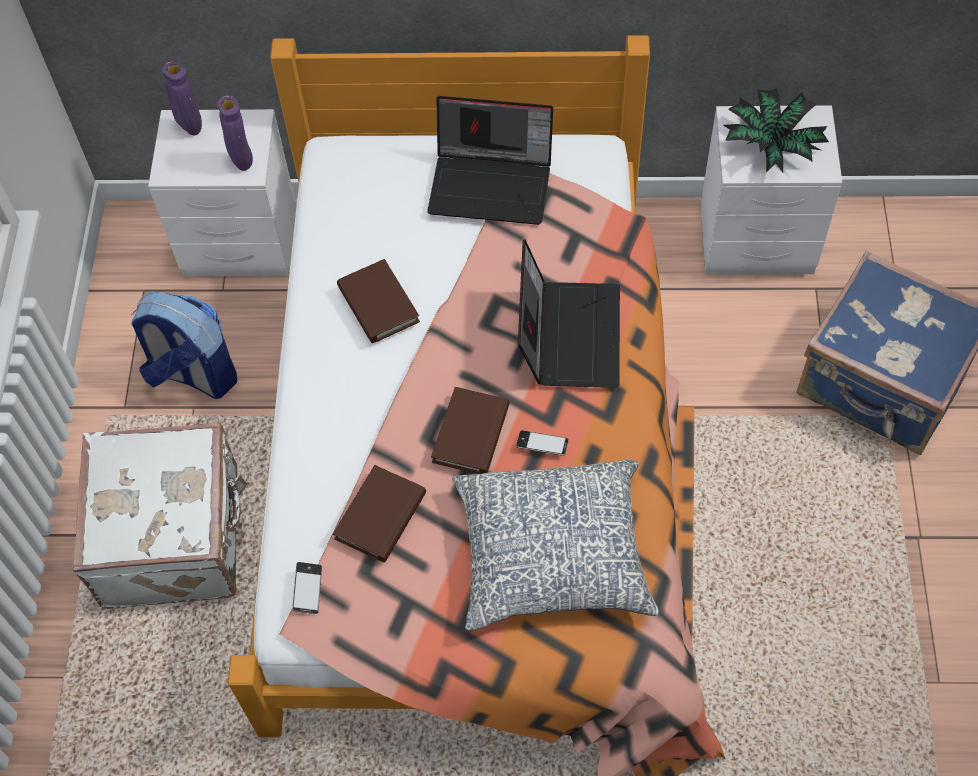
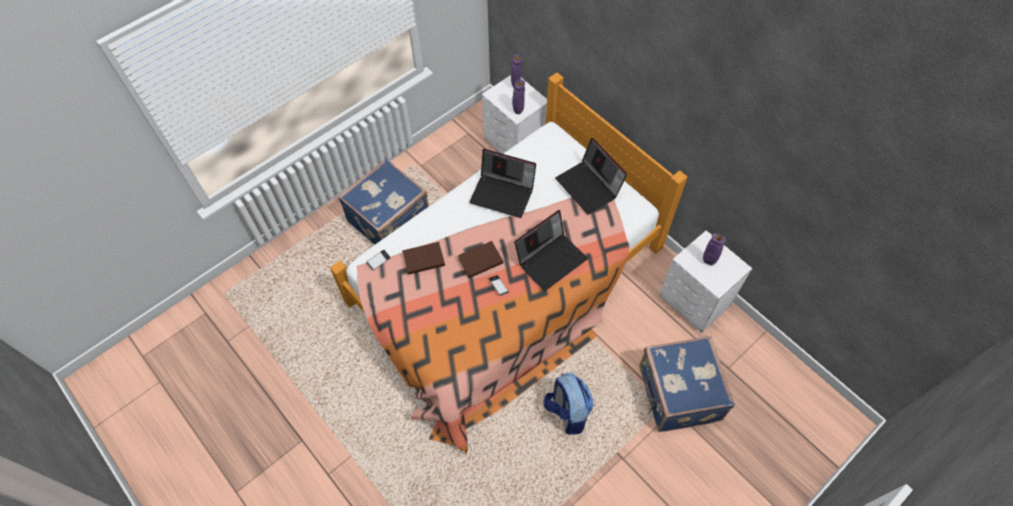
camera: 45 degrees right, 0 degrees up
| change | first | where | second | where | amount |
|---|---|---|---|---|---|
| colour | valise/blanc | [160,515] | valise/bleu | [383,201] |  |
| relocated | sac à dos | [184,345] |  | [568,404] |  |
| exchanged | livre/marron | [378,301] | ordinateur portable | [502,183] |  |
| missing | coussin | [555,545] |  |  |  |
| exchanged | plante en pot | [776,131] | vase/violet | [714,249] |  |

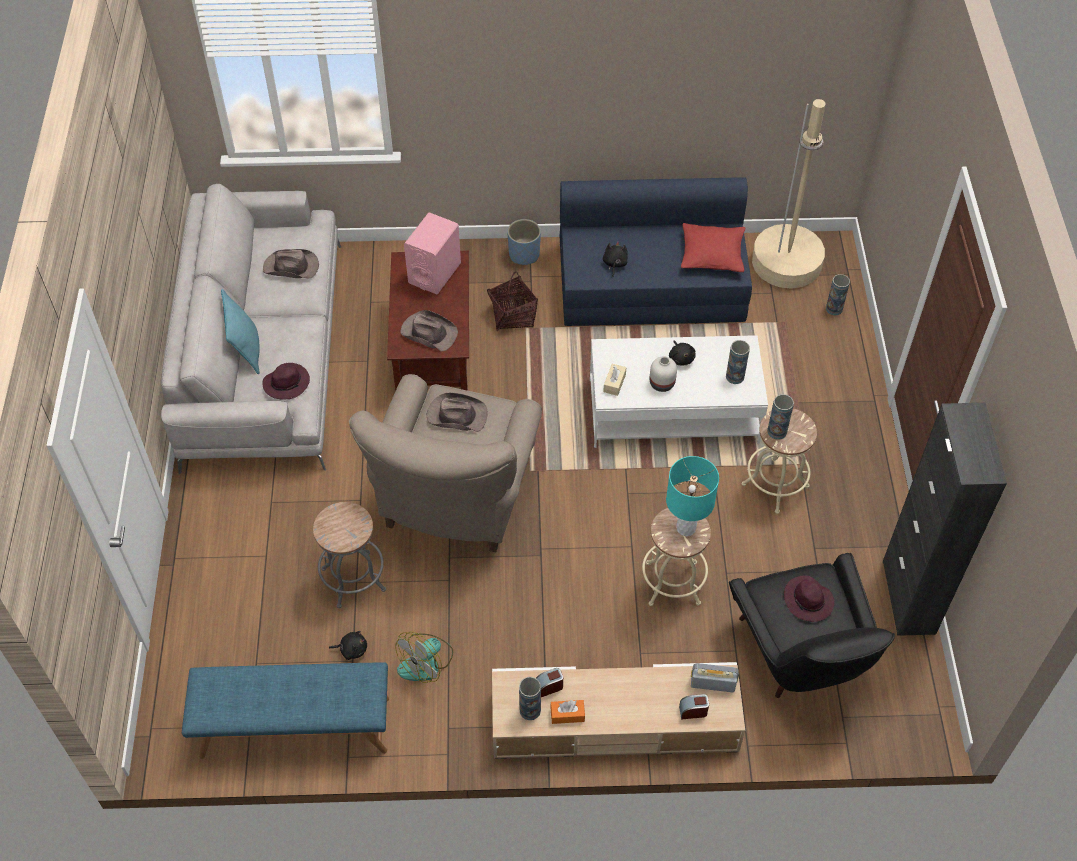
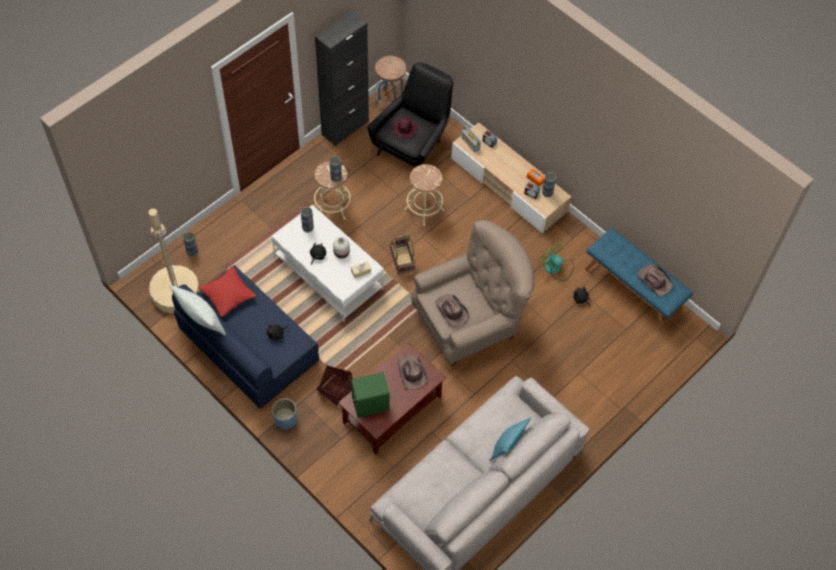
camera: 135 degrees left, 5 degrees up
| change | first | where | second | where | amount |
|---|---|---|---|---|---|
| missing | chapeau/violet | [286,381] |  |  |  |
| relocated | chapeau/marron | [291,264] |  | [655,280] |  |
| relocated | tabouret/gris | [349,555] |  | [389,82] |  |
| spun | ventilateur | [424,657] |  | [556,261] | 135 degrees counterclockwise |
| colour | enceinte/rose | [432,253] | enceinte/vert | [370,395] |  |
| missing | lampe de table/turquoise | [692,496] |  |  |  |
| appeared |  |  | coussin | [197,310] |  |
| appeared |  |  | panier | [403,255] |  |

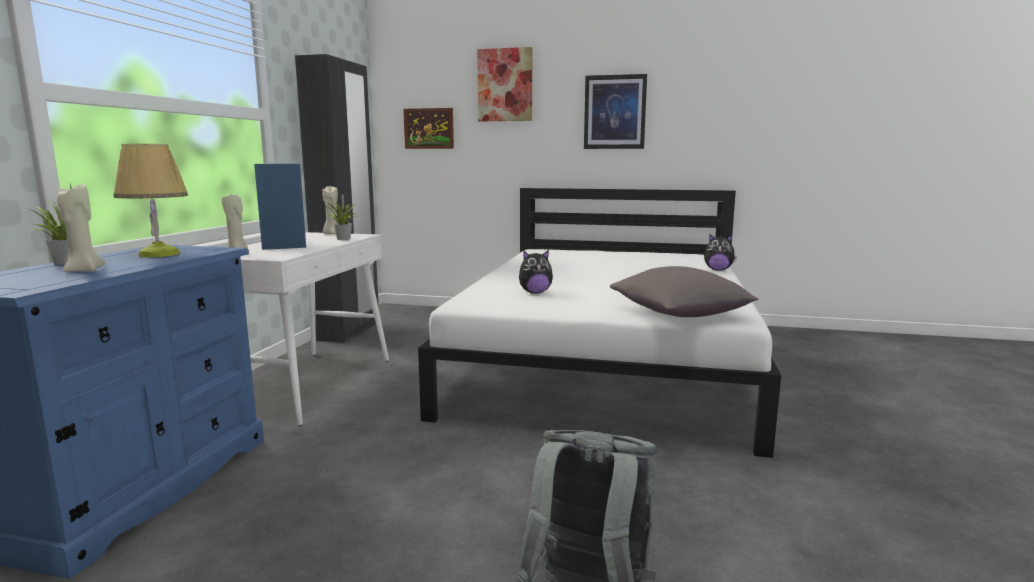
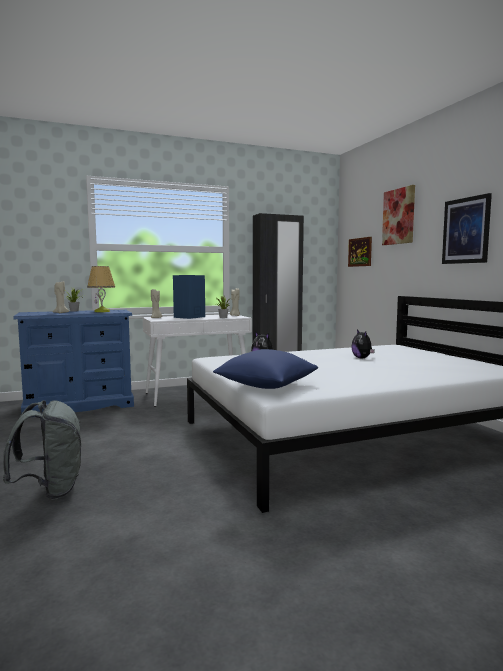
camera: 55 degrees right, 5 degrees down
| change | first | where | second | where | amount |
|---|---|---|---|---|---|
| colour | coussin/gris | [684,291] | coussin/bleu | [265,369] |  |
| relocated | peluche | [720,252] |  | [363,344] |  |

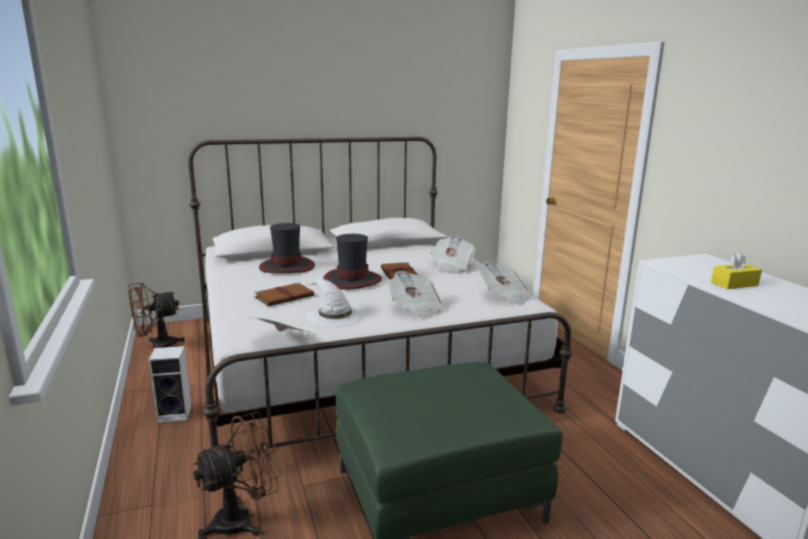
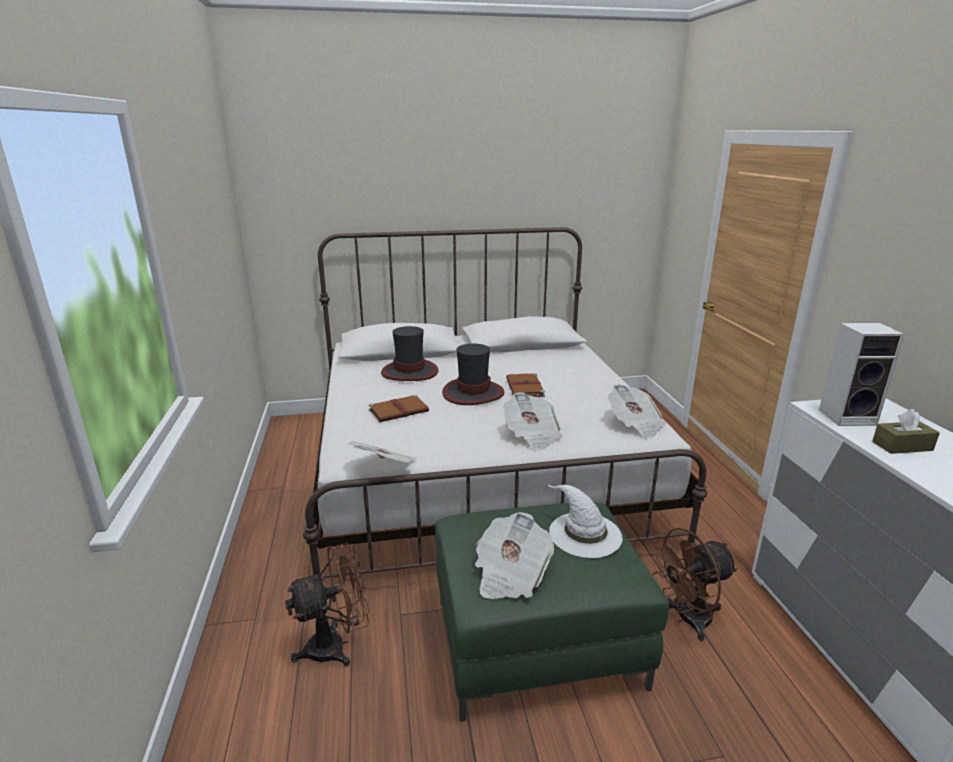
camera: 10 degrees right, 5 degrees up
| change | first | where | second | where | amount |
|---|---|---|---|---|---|
| relocated | ventilateur/marron | [156,315] |  | [693,584] |  |
| relocated | enceinte | [170,384] |  | [862,374] |  |
| relocated | chapeau/blanc | [335,303] |  | [584,521] |  |
| relocated | journal | [453,254] |  | [514,555] |  |
| colour | boîte à mouchoirs/jaune | [736,270] | boîte à mouchoirs/marron | [906,431] |  |

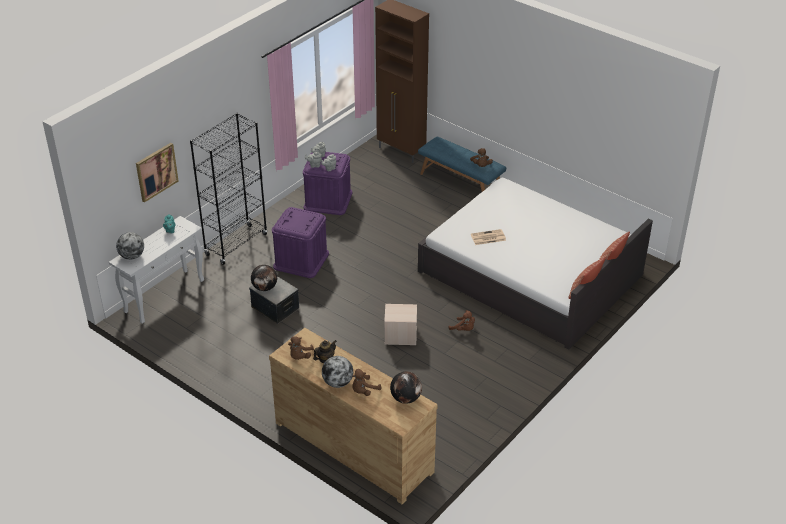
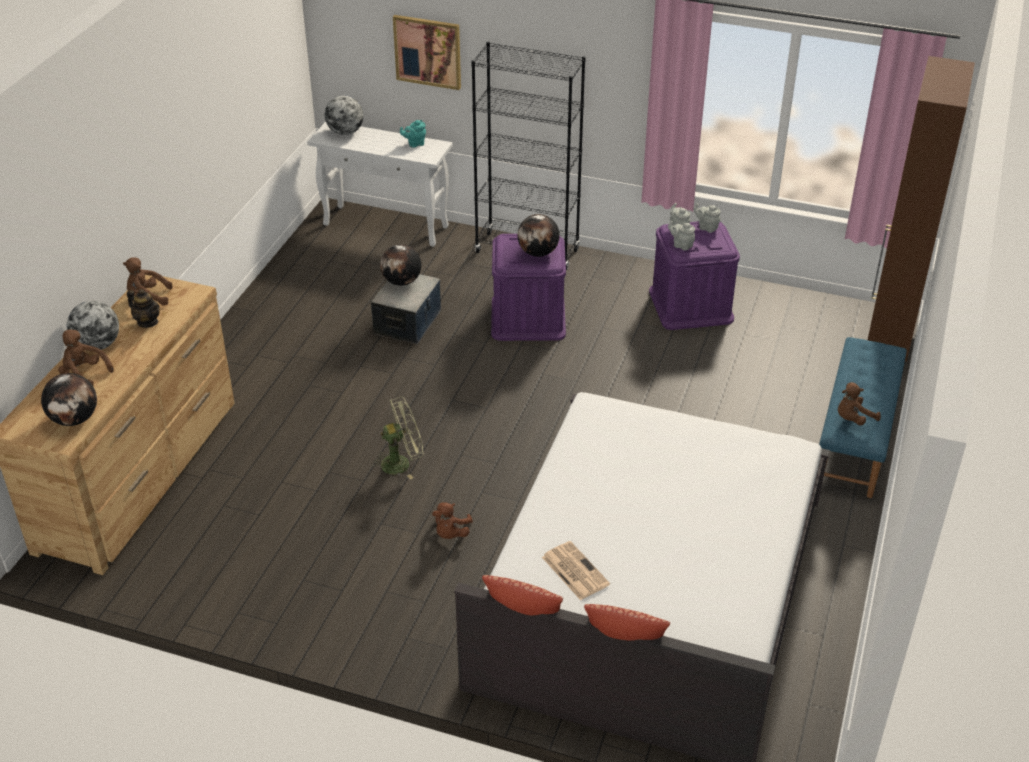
camera: 70 degrees right, 0 degrees up
| change | first | where | second | where | amount |
|---|---|---|---|---|---|
| exchanged | boîte de rangement/beige | [400,324] | ventilateur/vert | [397,438] |  |
| relocated | journal | [488,237] |  | [576,570] |  |
| appeared |  |  | globe | [539,235] |  |

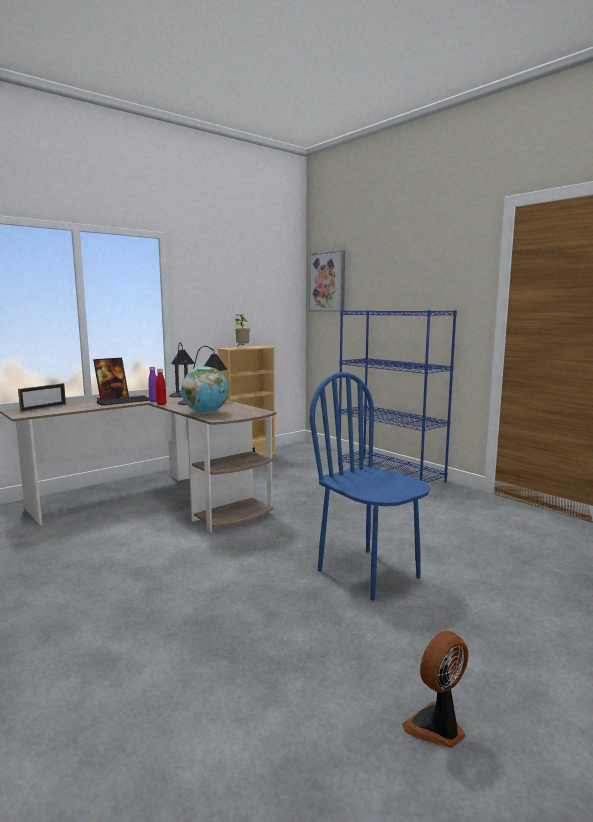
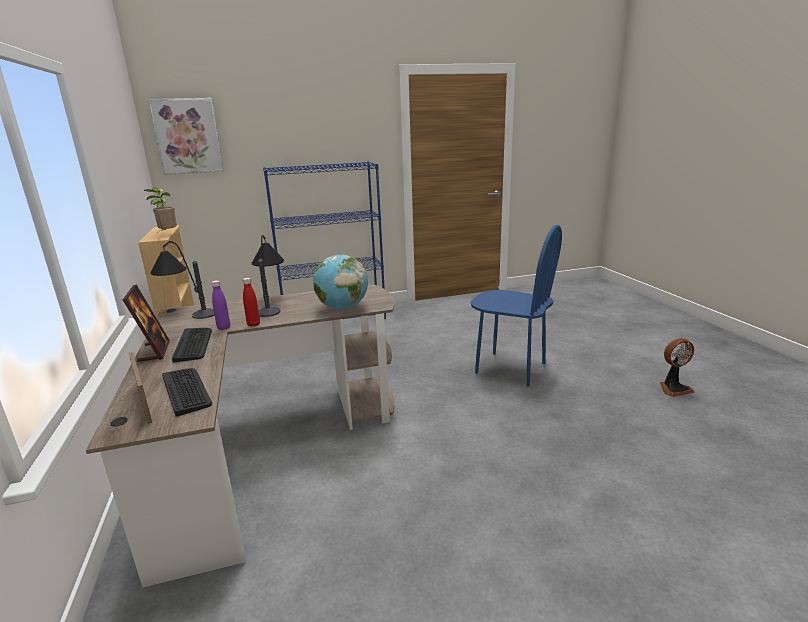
camera: 65 degrees left, 10 degrees up
| change | first | where | second | where | amount |
|---|---|---|---|---|---|
| spun | chaise/bleu | [370,486] |  | [516,305] | 135 degrees counterclockwise |
| spun | ventilateur | [435,689] |  | [677,367] | 90 degrees counterclockwise |
| appeared |  |  | clavier | [187,392] |  |

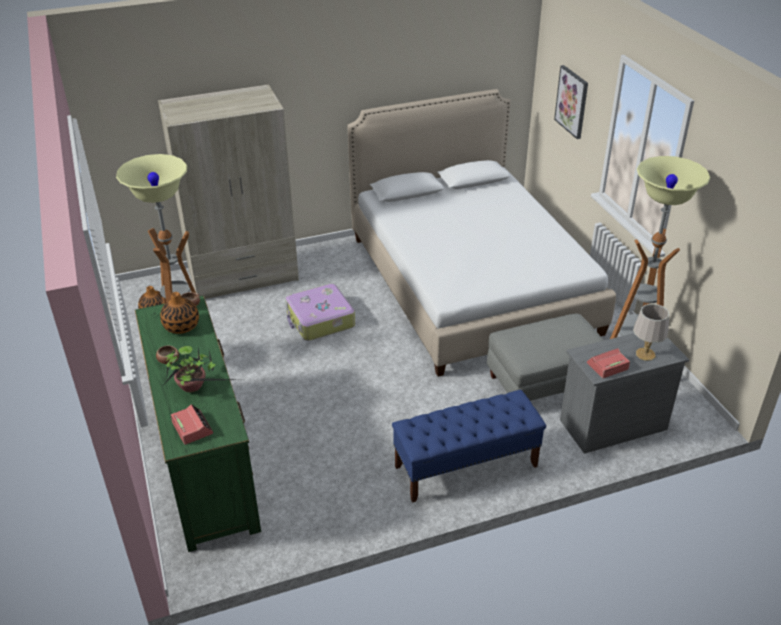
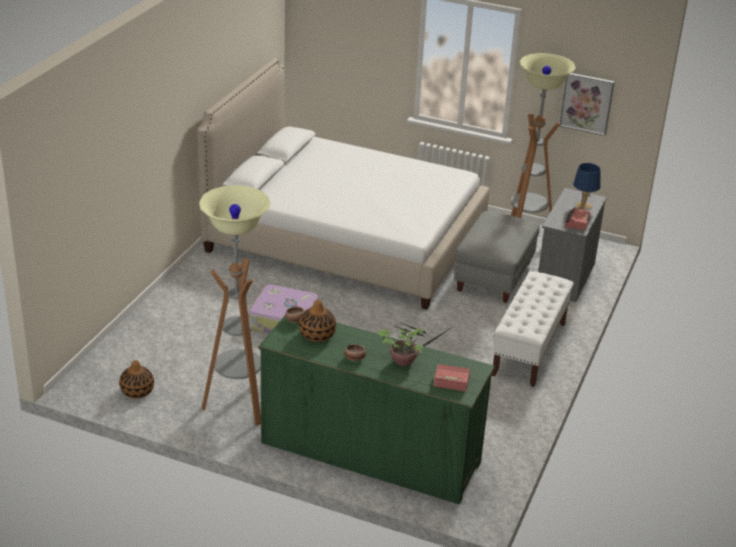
camera: 50 degrees left, 5 degrees down
| change | first | where | second | where | amount |
|---|---|---|---|---|---|
| missing | armoire/beige | [228,191] |  |  |  |
| colour | banc/bleu | [469,446] | banc/blanc | [533,329] |  |
| relocated | tableau | [571,102] |  | [587,104] |  |
| colour | lampe de table/gris | [651,332] | lampe de table/bleu | [587,186] |  |

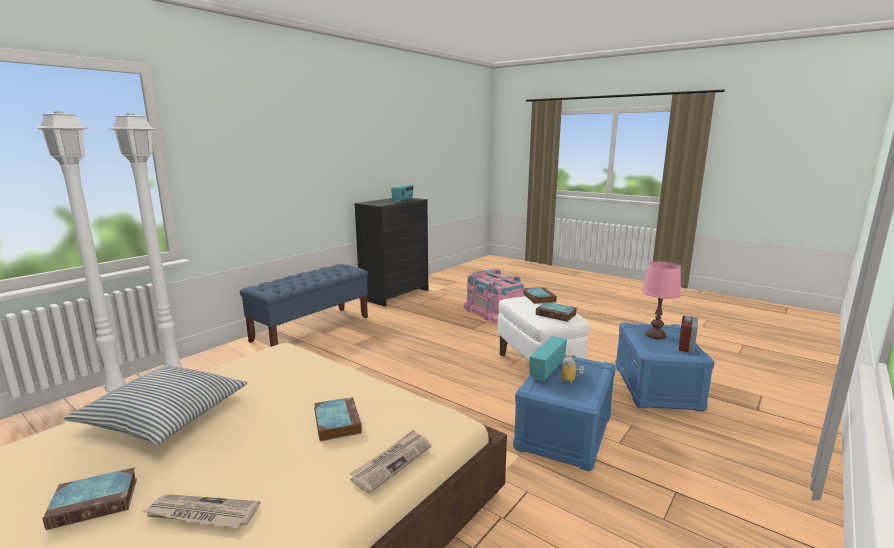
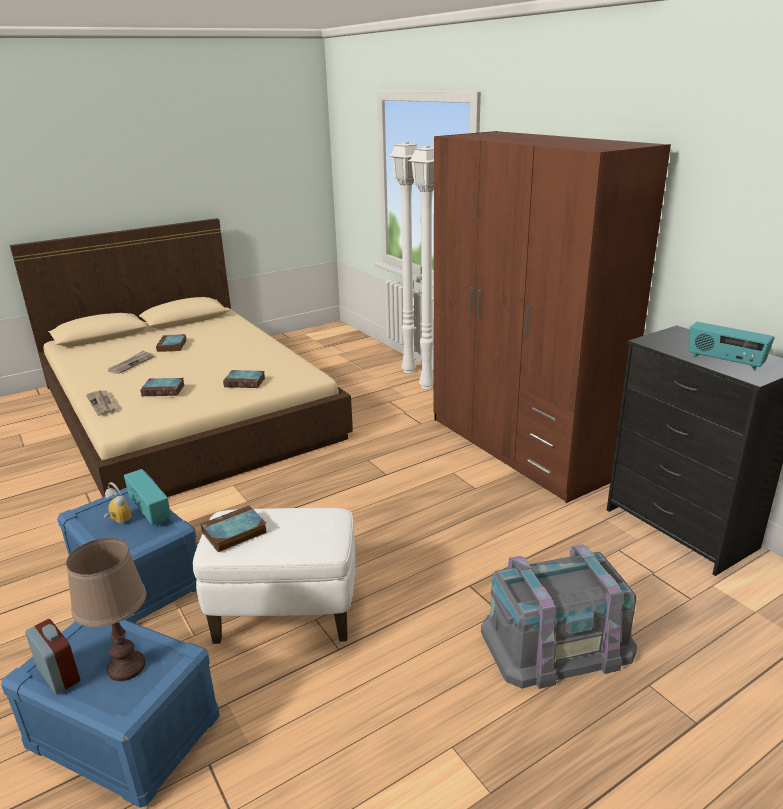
camera: 110 degrees right, 10 degrees up
| change | first | where | second | where | amount |
|---|---|---|---|---|---|
| missing | coussin | [155,405] |  |  |  |
| exchanged | banc/bleu | [304,305] | armoire/marron | [552,317] |  |
| colour | boîte de rangement/rose | [494,296] | boîte de rangement/gris | [559,616] |  |
| relocated | livre | [540,295] |  | [244,379] |  |
| colour | lampe de table/rose | [661,300] | lampe de table/marron | [106,609] |  |

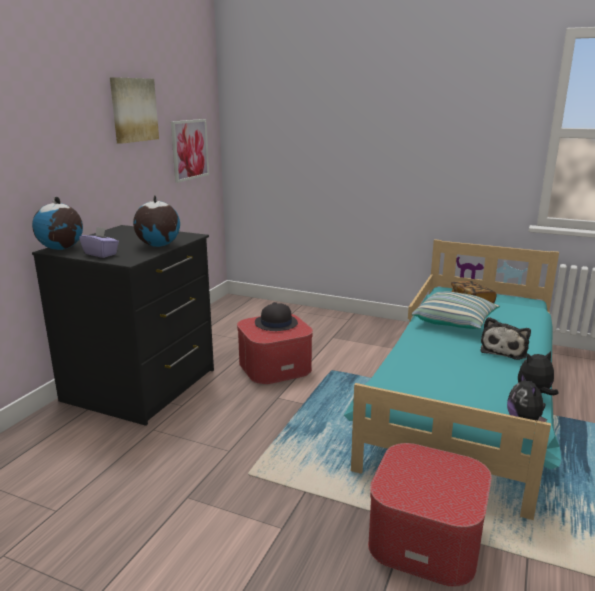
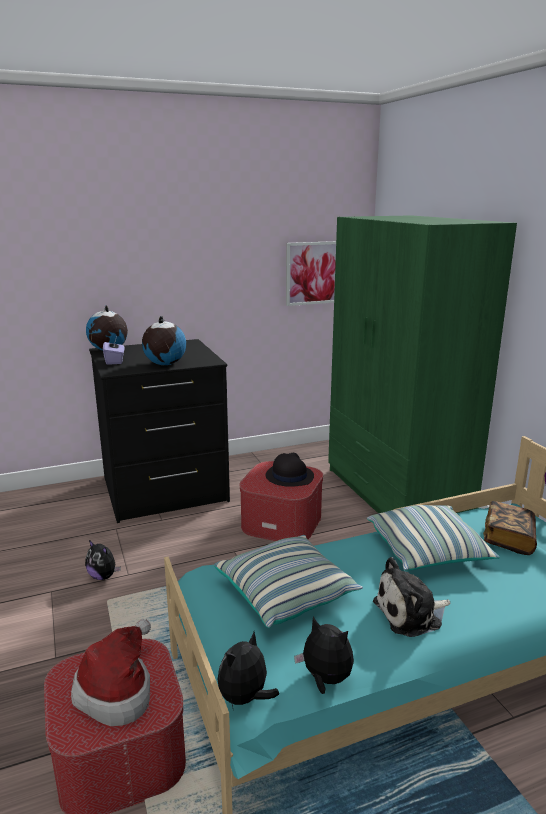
camera: 45 degrees right, 0 degrees up
| change | first | where | second | where | amount |
|---|---|---|---|---|---|
| missing | tableau | [134,110] |  |  |  |
| appeared |  |  | chapeau | [111,672] |  |
| appeared |  |  | peluche | [103,560] |  |
| appeared |  |  | coussin | [288,581] |  |
| appeared |  |  | armoire/vert | [422,364] |  |

